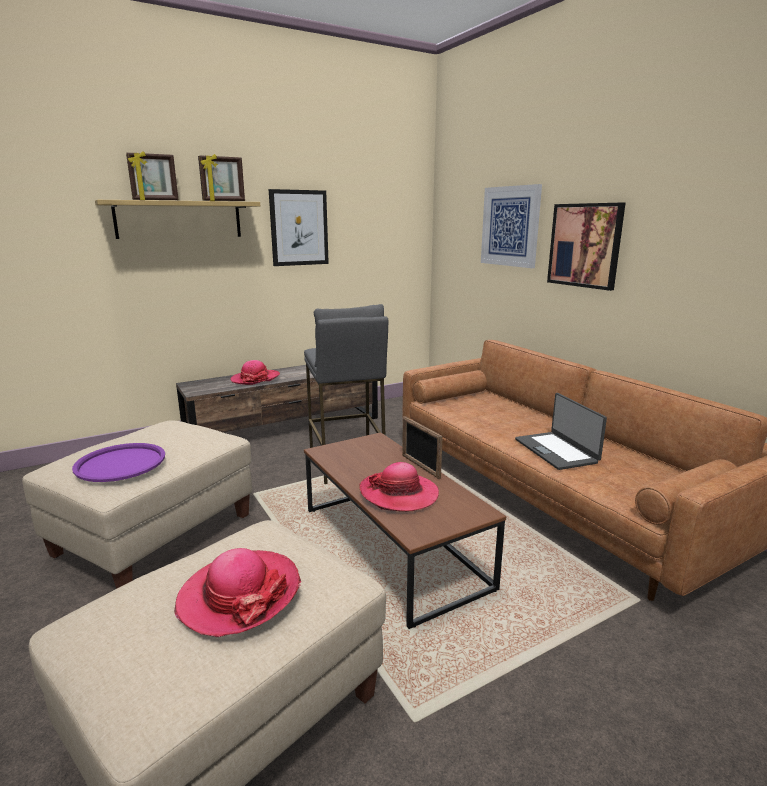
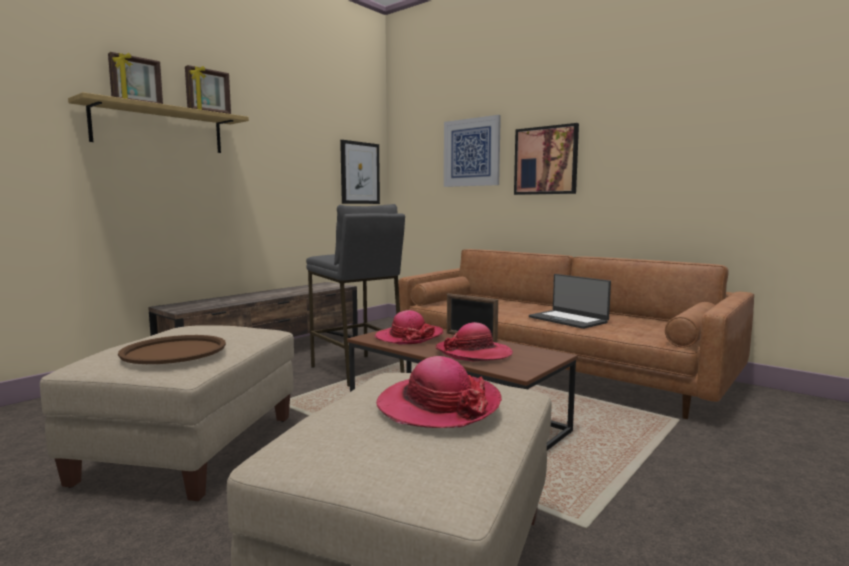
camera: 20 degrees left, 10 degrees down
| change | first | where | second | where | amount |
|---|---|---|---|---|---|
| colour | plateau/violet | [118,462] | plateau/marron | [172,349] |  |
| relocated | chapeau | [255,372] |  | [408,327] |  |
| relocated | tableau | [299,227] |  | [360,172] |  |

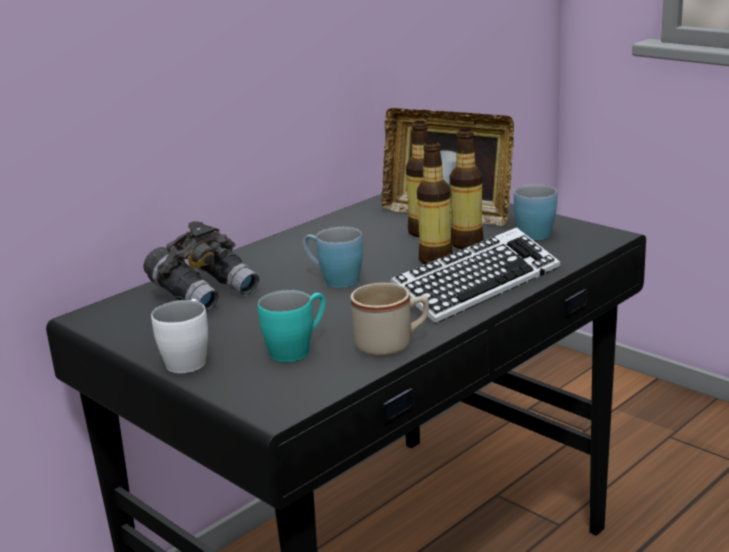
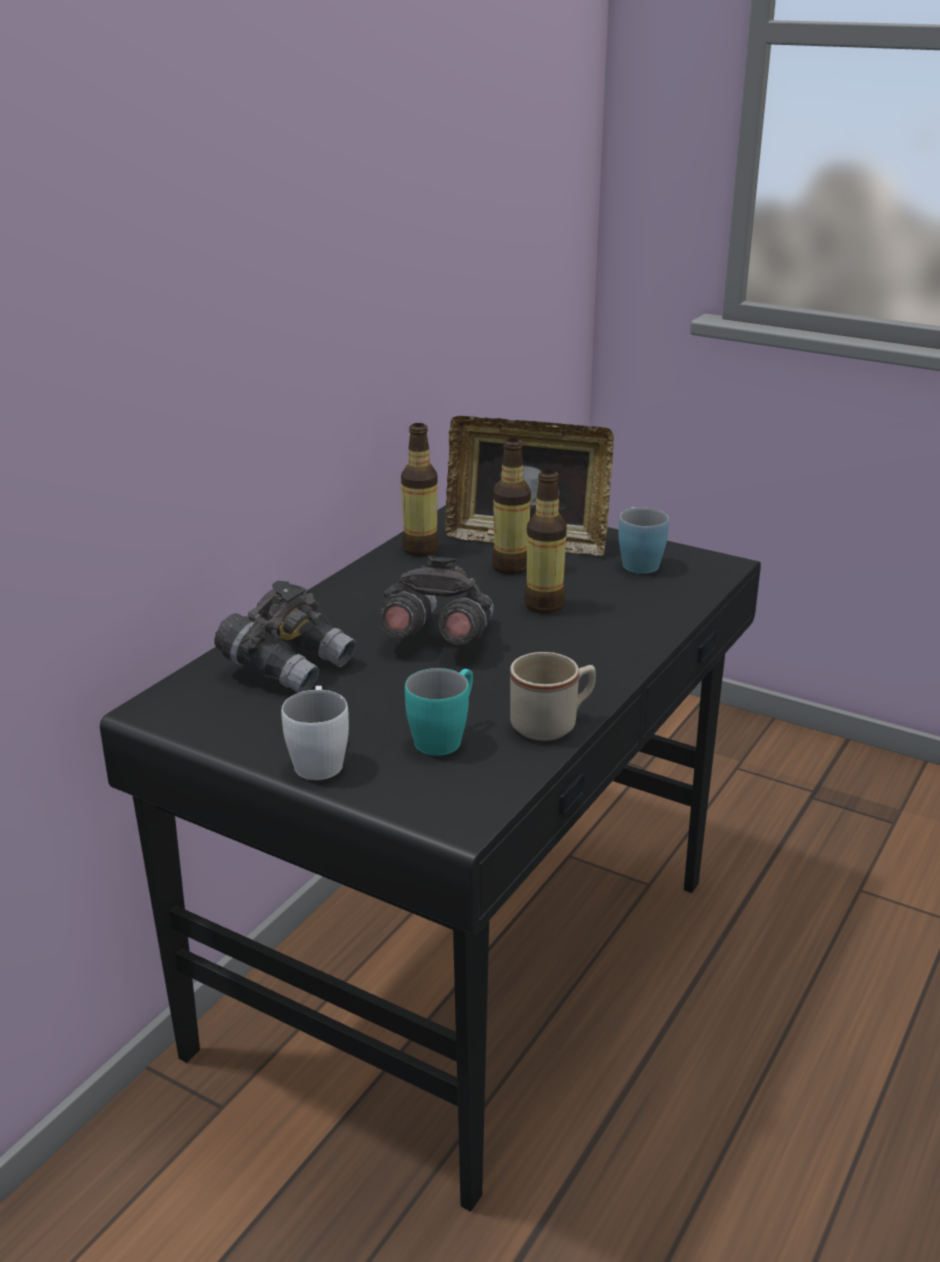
camera: 15 degrees left, 5 degrees up
| change | first | where | second | where | amount |
|---|---|---|---|---|---|
| exchanged | mug/bleu | [333,257] | jumelles/gris | [436,600] |  |
| missing | clavier | [475,275] |  |  |  |
| relocated | bouteille | [467,189] |  | [420,489] |  |

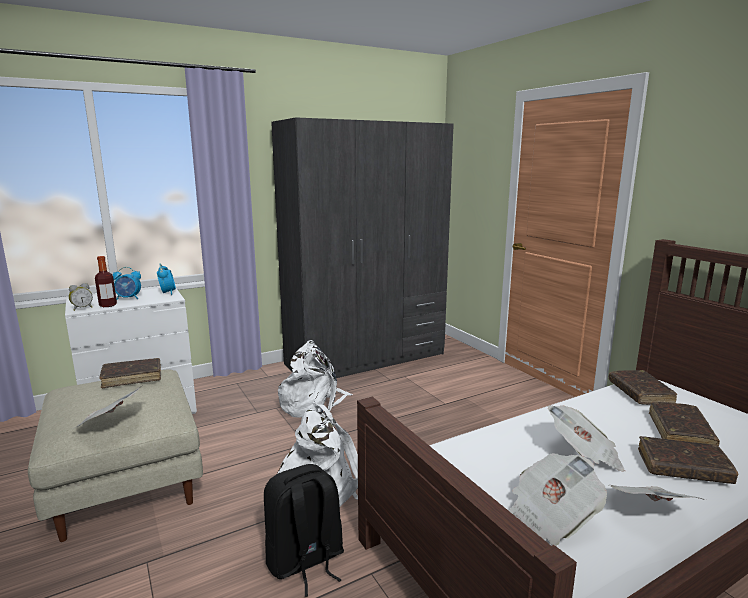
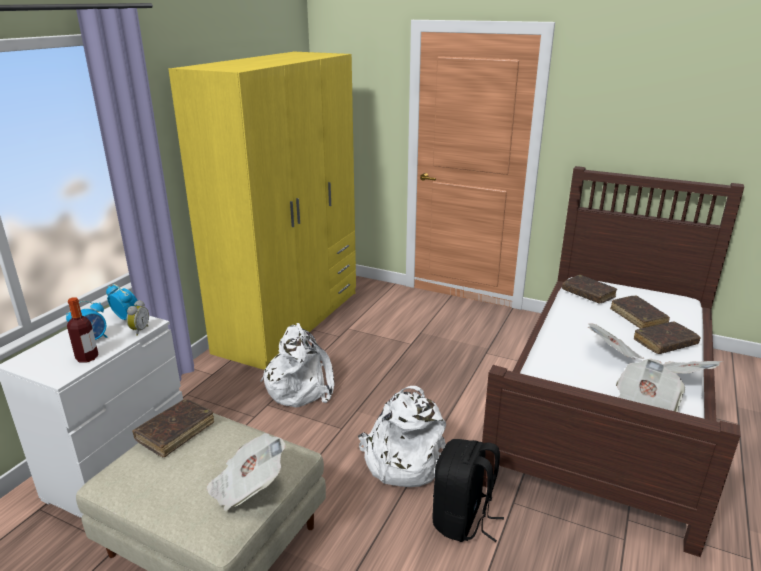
camera: 35 degrees left, 10 degrees up
| change | first | where | second | where | amount |
|---|---|---|---|---|---|
| relocated | réveil | [81,297] |  | [138,318] |  |
| colour | armoire/gris | [362,248] | armoire/jaune | [262,211] |  |

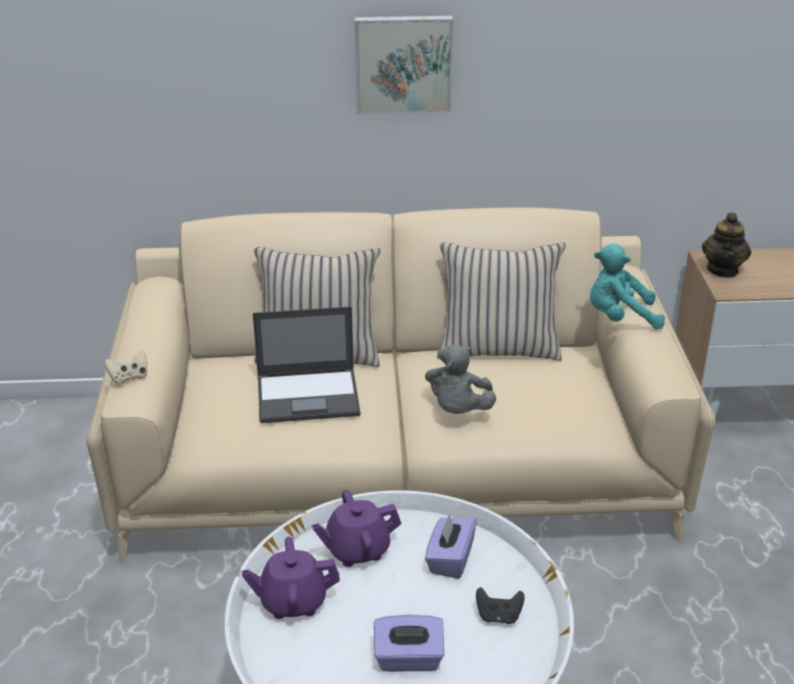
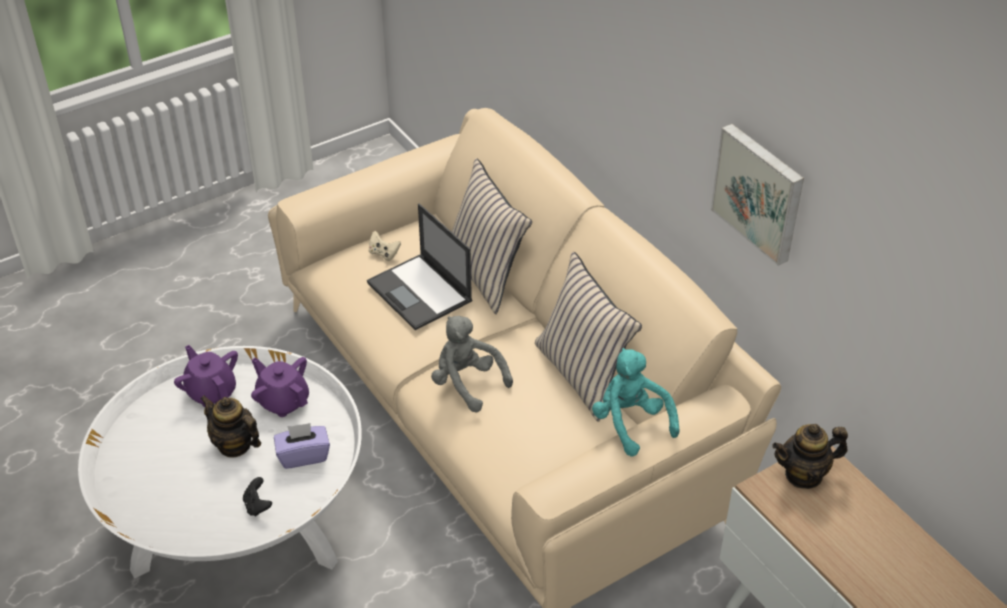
camera: 60 degrees right, 10 degrees up
| change | first | where | second | where | amount |
|---|---|---|---|---|---|
| relocated | manette/beige | [125,367] |  | [385,246] |  |
| relocated | tableau | [404,65] |  | [757,195] |  |
| missing | boîte à mouchoirs/violet | [409,643] |  |  |  |
| spun | peluche/gris | [460,379] |  | [472,364] | 60 degrees clockwise |
| appeared |  |  | théière | [230,426] |  |

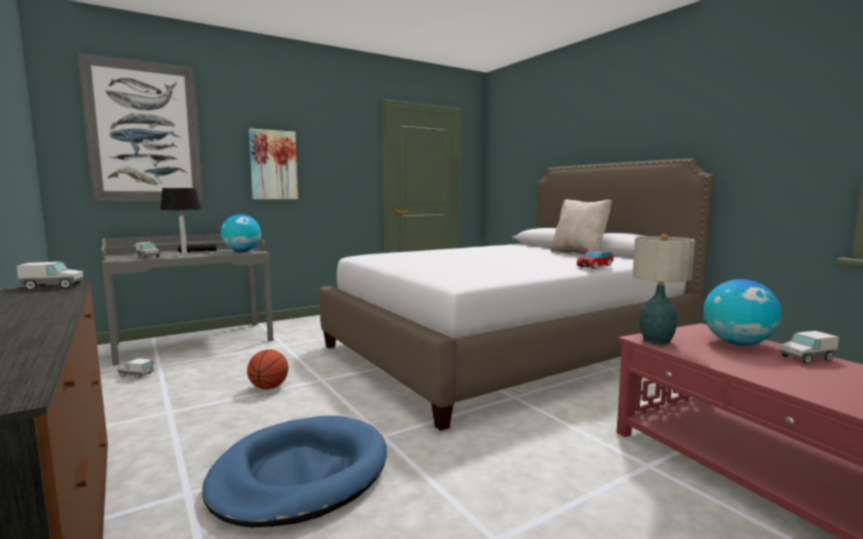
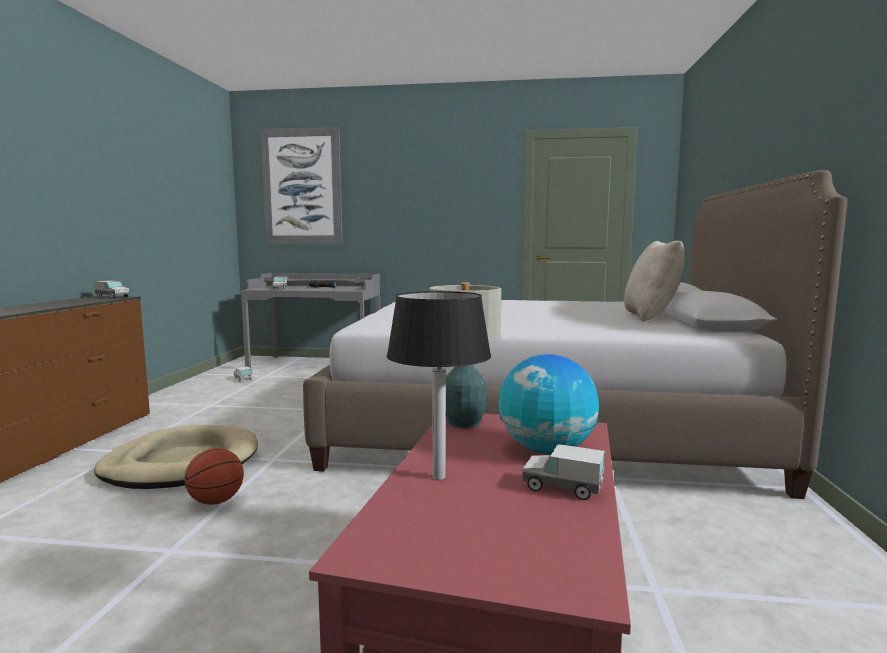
camera: 40 degrees right, 0 degrees up
| change | first | where | second | where | amount |
|---|---|---|---|---|---|
| relocated | lampe de table/noir | [180,222] |  | [439,385] |  |
| colour | panier pour chien/bleu | [294,471] | panier pour chien/beige | [176,457] |  |
| missing | globe | [241,233] |  |  |  |
| relocated | ballon de basket | [267,369] |  | [214,476] |  |
| missing | tableau | [273,163] |  |  |  |
| missing | petite voiture | [595,260] |  |  |  |

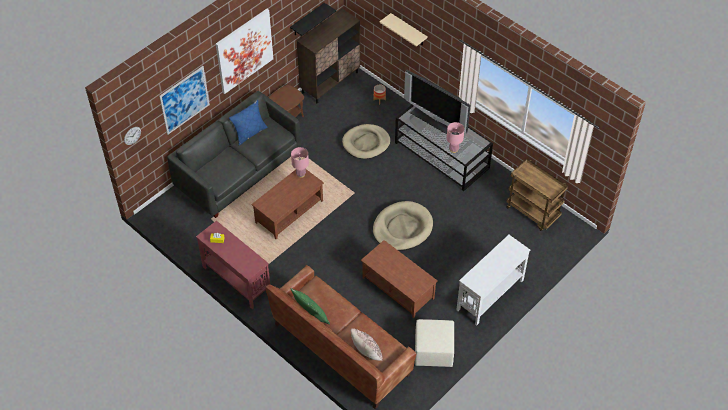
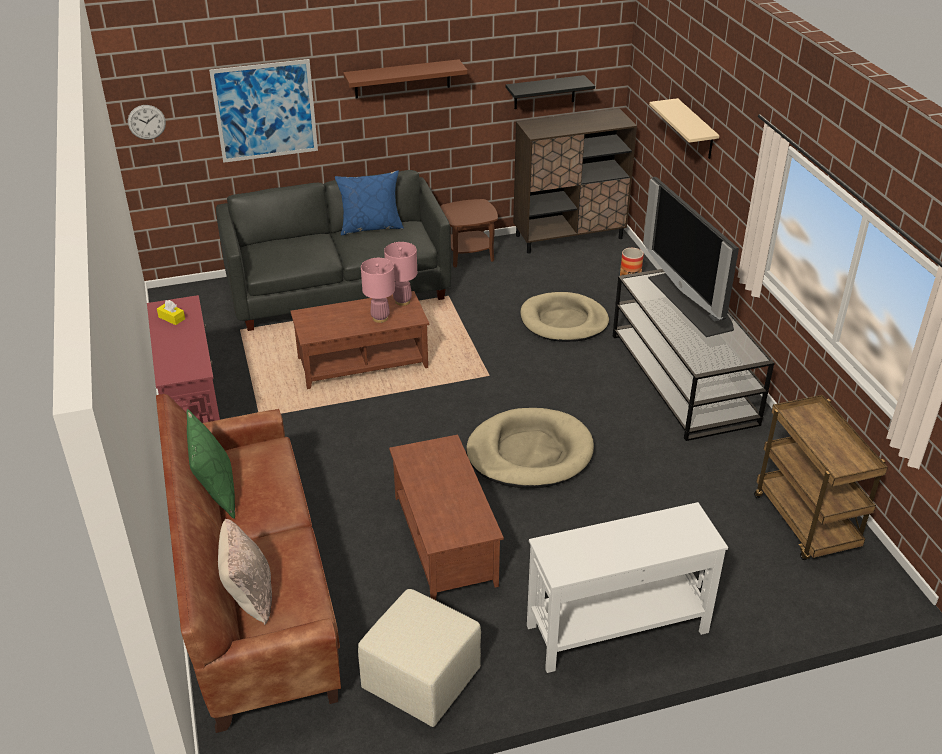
camera: 30 degrees right, 15 degrees down
| change | first | where | second | where | amount |
|---|---|---|---|---|---|
| exchanged | tableau | [245,51] | étagère/marron | [405,78] |  |
| relocated | lampe de table/rose | [456,137] |  | [378,290] |  |

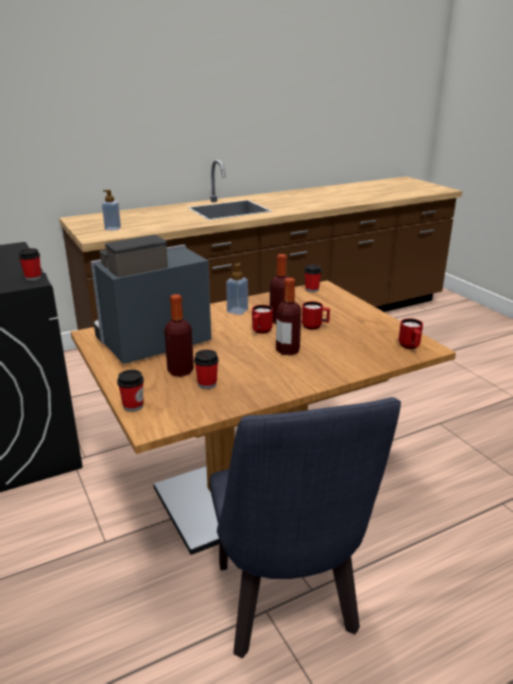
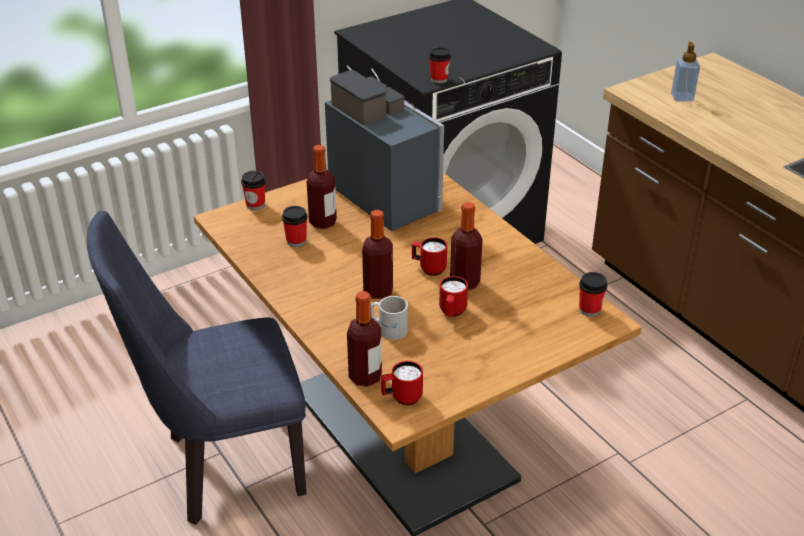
camera: 85 degrees right, 10 degrees up
| change | first | where | second | where | amount |
|---|---|---|---|---|---|
| missing | distributeur de savon | [237,289] |  |  |  |
| appeared |  |  | bouteille | [364,339] |  |
| appeared |  |  | mug/blanc | [389,318] |  |

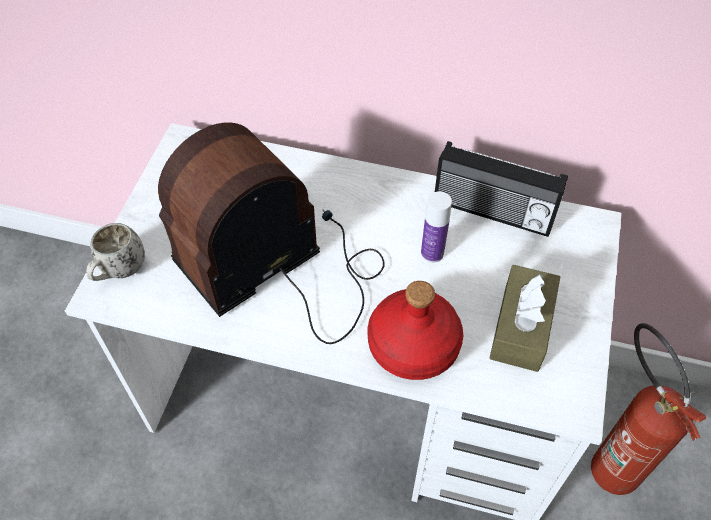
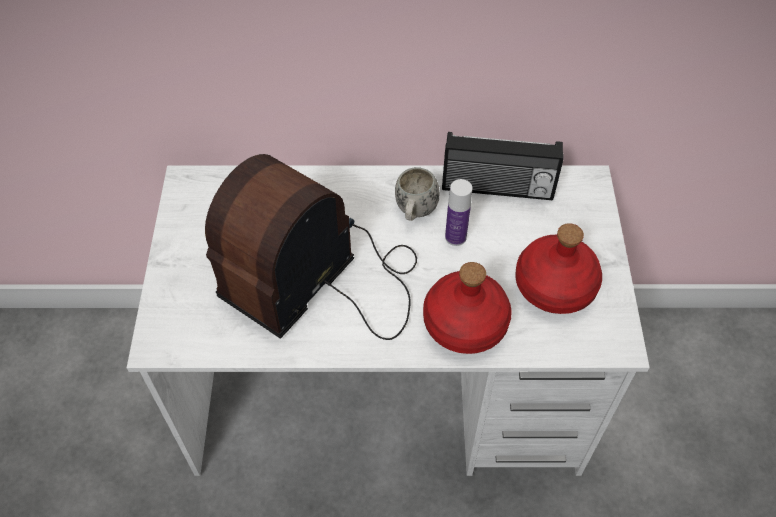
camera: 15 degrees left, 0 degrees up
| change | first | where | second | where | amount |
|---|---|---|---|---|---|
| relocated | mug/blanc | [115,252] |  | [417,194] |  |
| exchanged | boîte à mouchoirs/marron | [525,318] | bouteille/rouge | [558,268] |  |
| missing | extincteur | [648,409] |  |  |  |

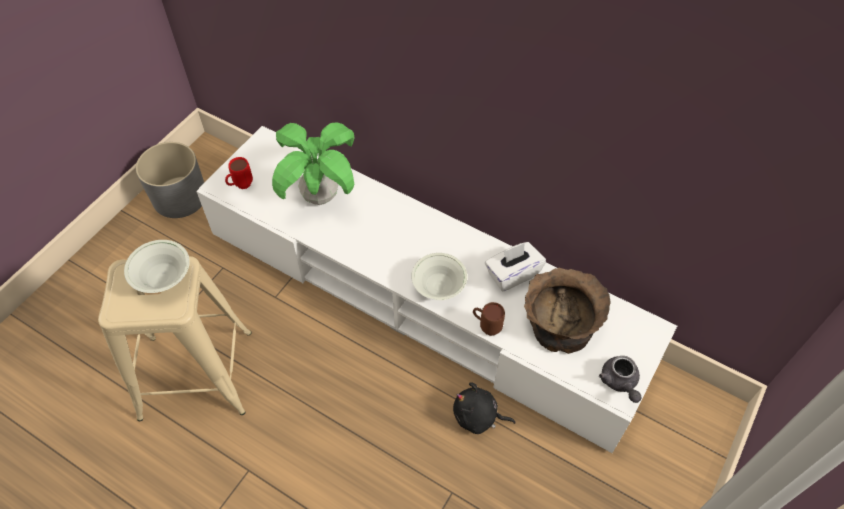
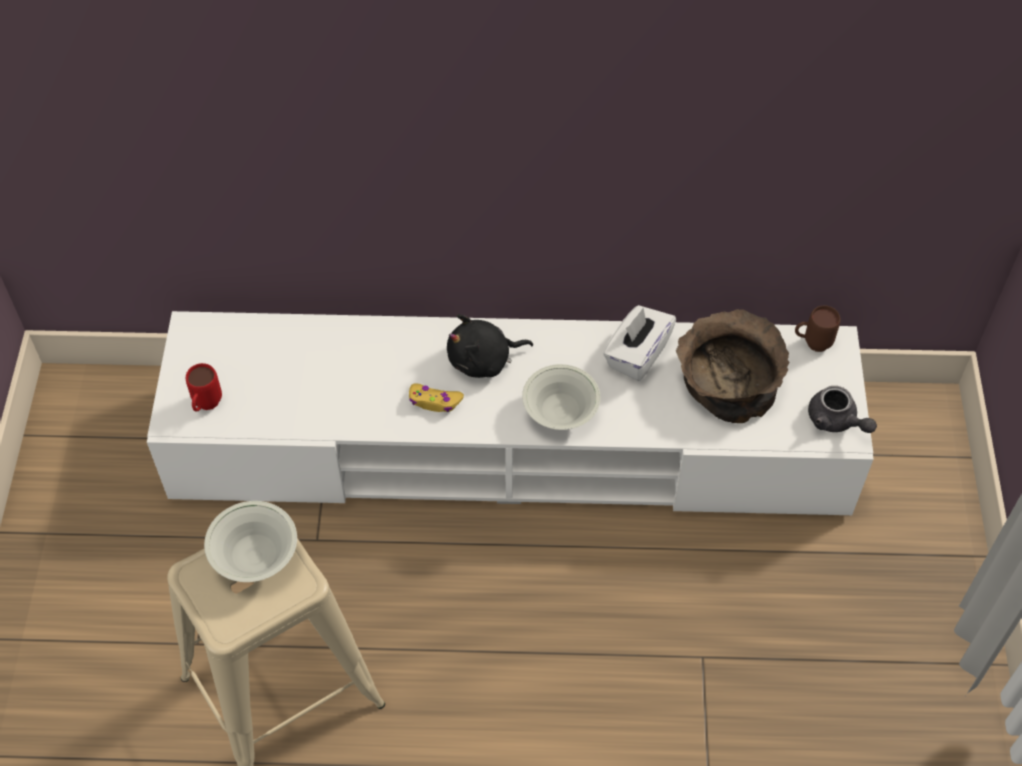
camera: 30 degrees left, 0 degrees up
| change | first | where | second | where | amount |
|---|---|---|---|---|---|
| missing | cache-pot/gris | [170,180] |  |  |  |
| missing | plante en pot | [313,163] |  |  |  |
| relocated | peluche/noir | [484,408] |  | [490,346] |  |
| relocated | mug/marron | [489,319] |  | [817,329] |  |
| appeared |  |  | manette/jaune | [436,397] |  |

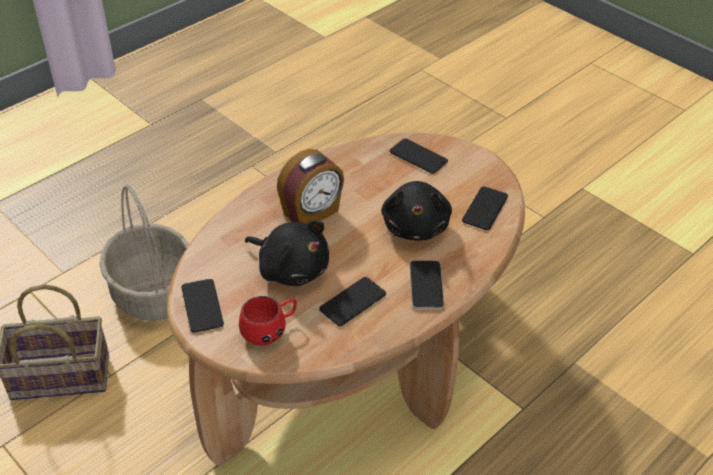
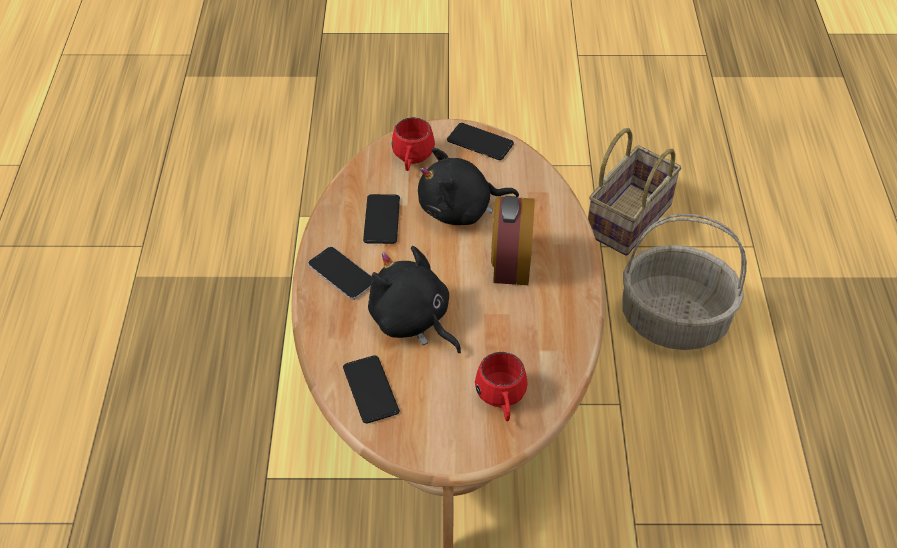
camera: 135 degrees right, 5 degrees up
| change | first | where | second | where | amount |
|---|---|---|---|---|---|
| exchanged | téléphone | [419,156] | mug/rouge | [501,386] |  |

